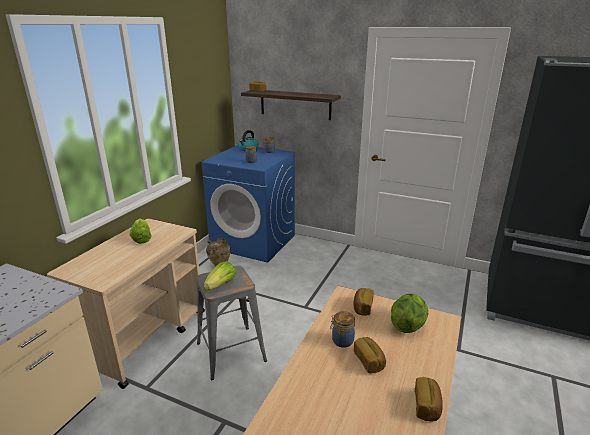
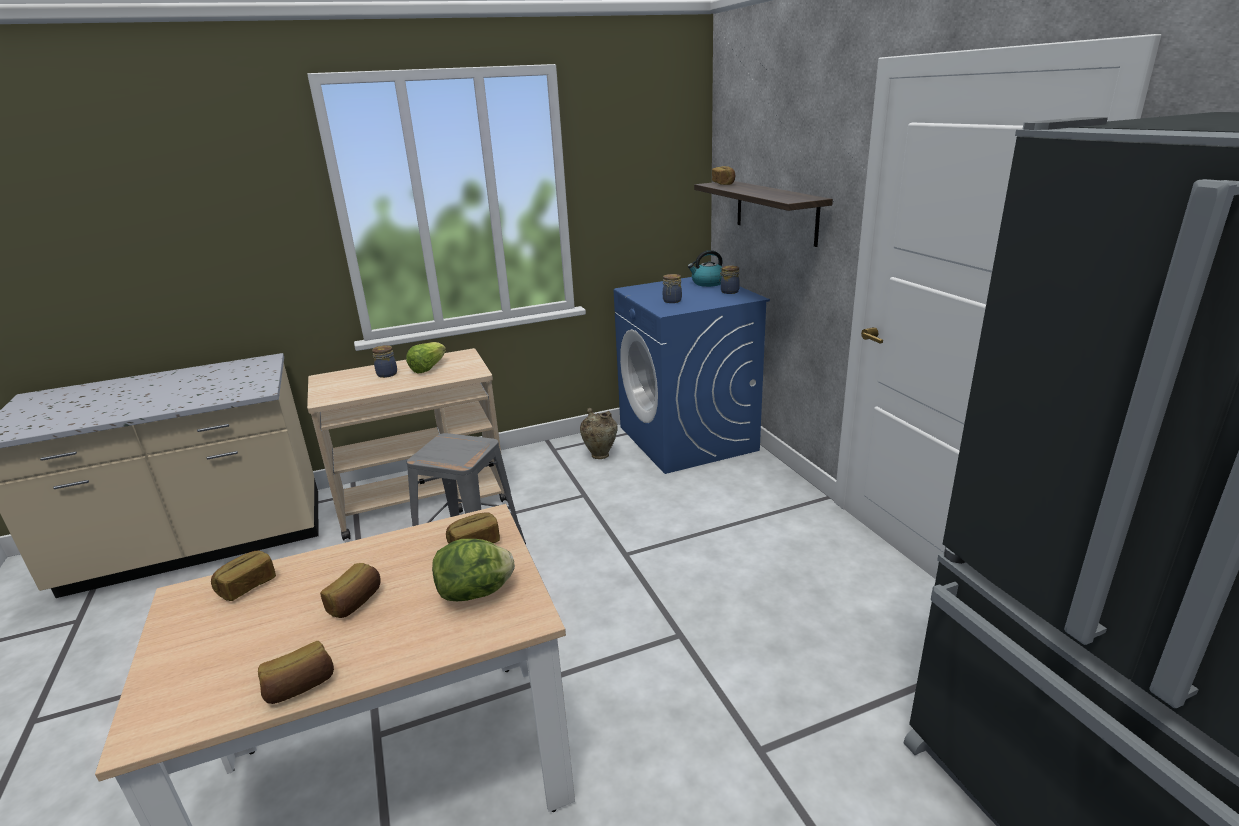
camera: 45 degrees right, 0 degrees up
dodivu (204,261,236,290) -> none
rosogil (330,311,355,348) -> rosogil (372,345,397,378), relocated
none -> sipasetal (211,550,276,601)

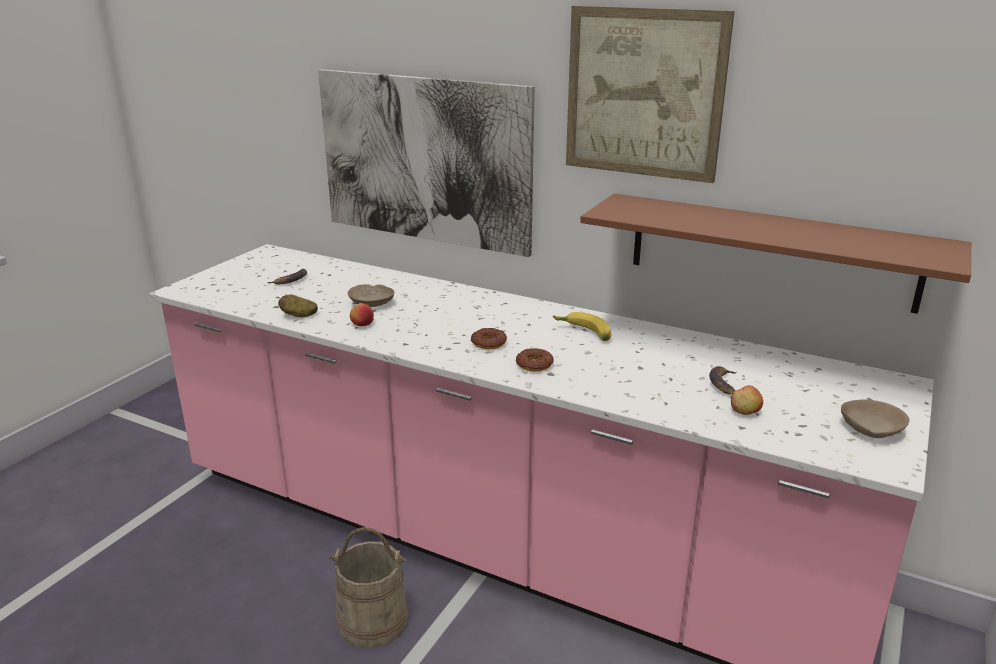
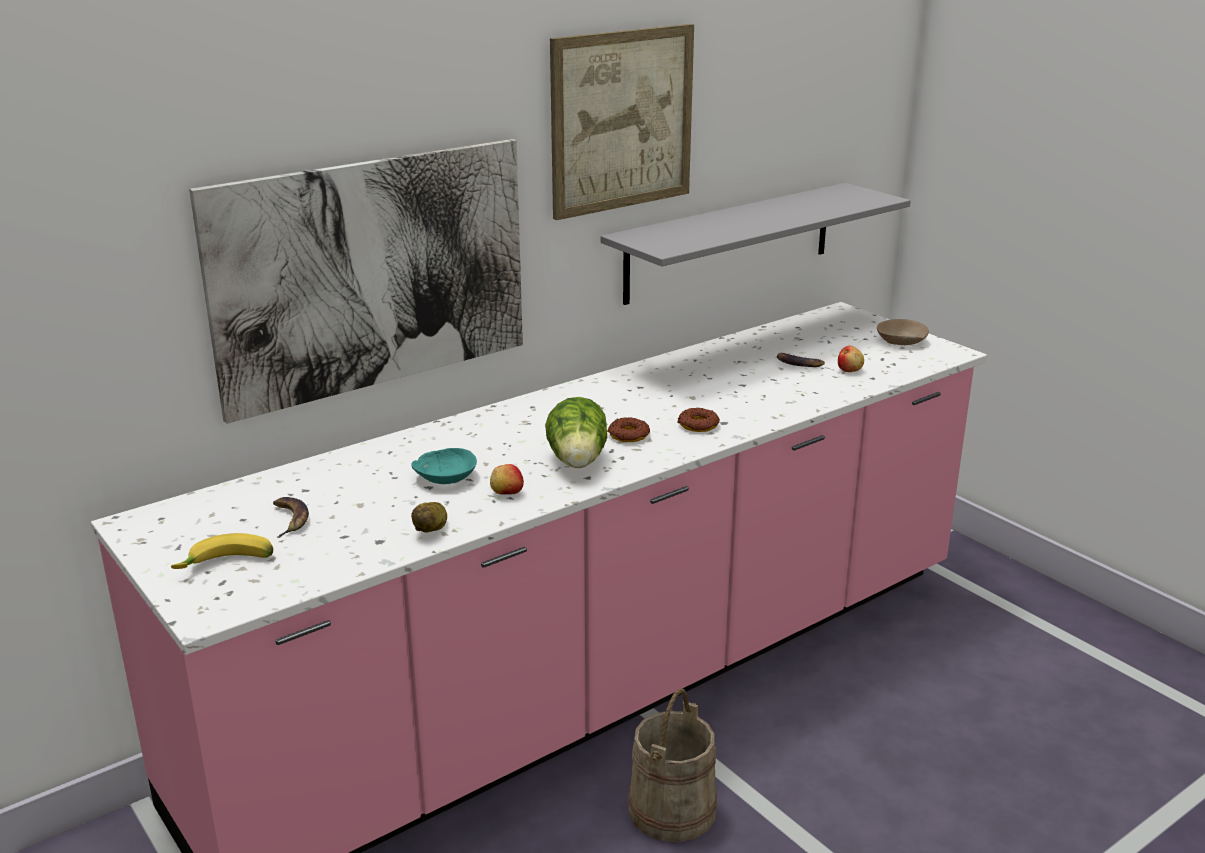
camera: 65 degrees left, 0 degrees up
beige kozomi (348,284,394,307) -> turquoise kozomi (411,448,477,484)
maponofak (553,312,611,341) -> maponofak (171,533,273,569), relocated
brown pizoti (580,193,971,314) -> grey pizoti (601,183,911,305)
none -> dodivu (545,397,607,468)

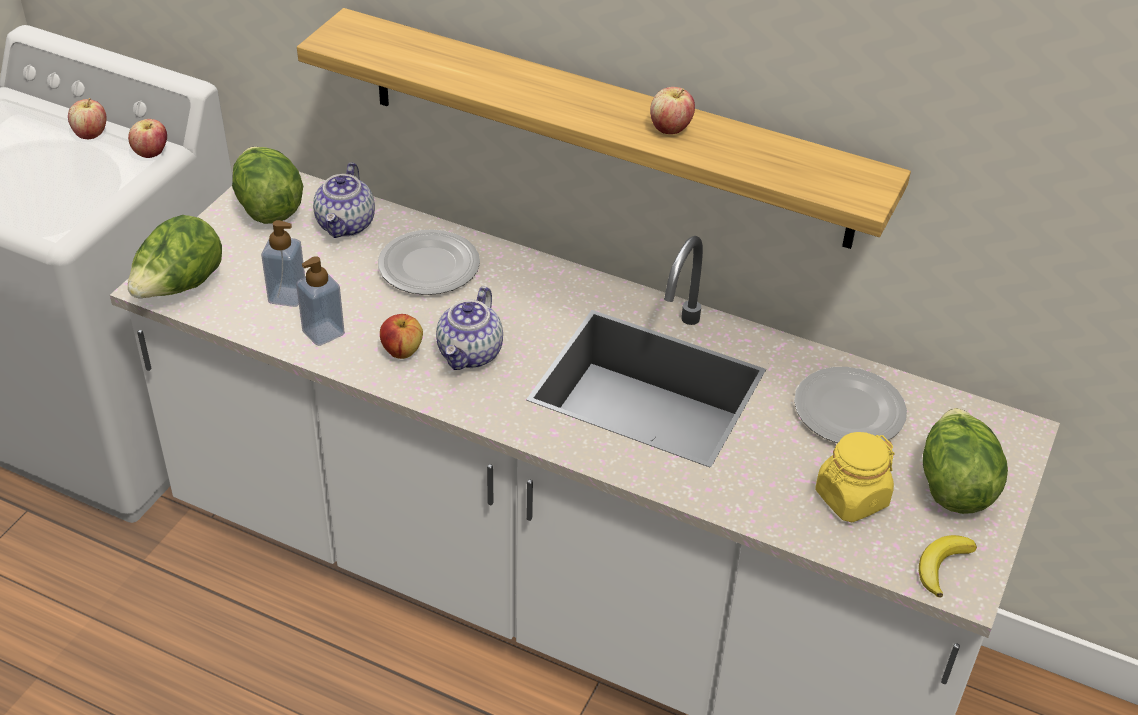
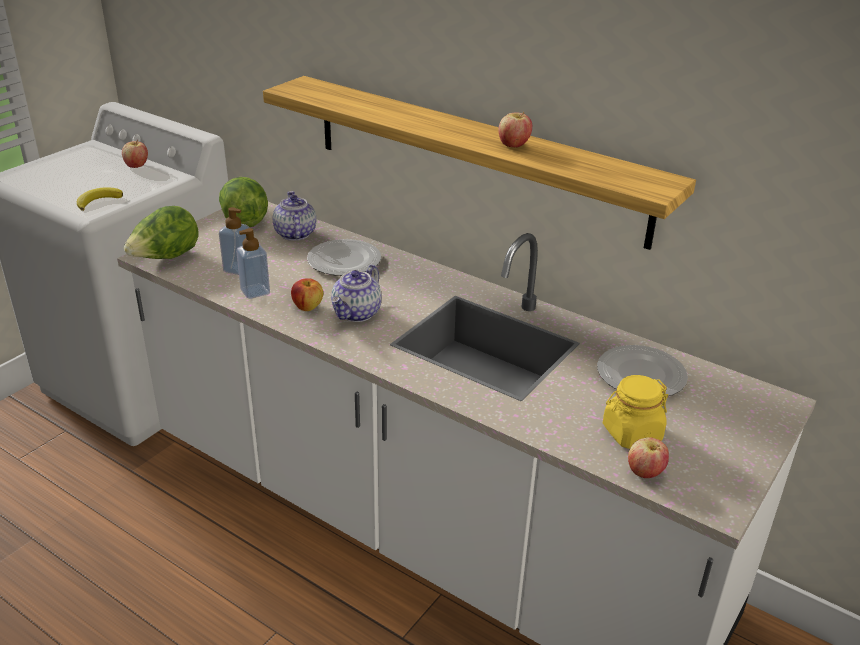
camera: 10 degrees right, 10 degrees down
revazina (128,119,167,158) -> revazina (628,437,669,478), relocated
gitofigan (313,163,375,238) -> gitofigan (273,191,316,241), 150 degrees clockwise
maponofak (919,535,977,598) -> maponofak (77,187,123,211), relocated
dodivu (923,408,1008,514) -> none

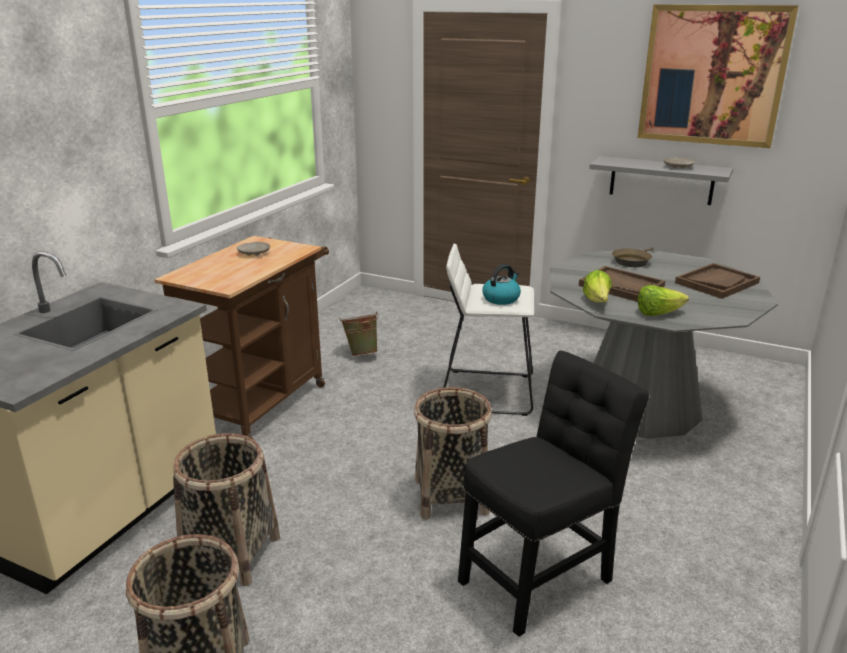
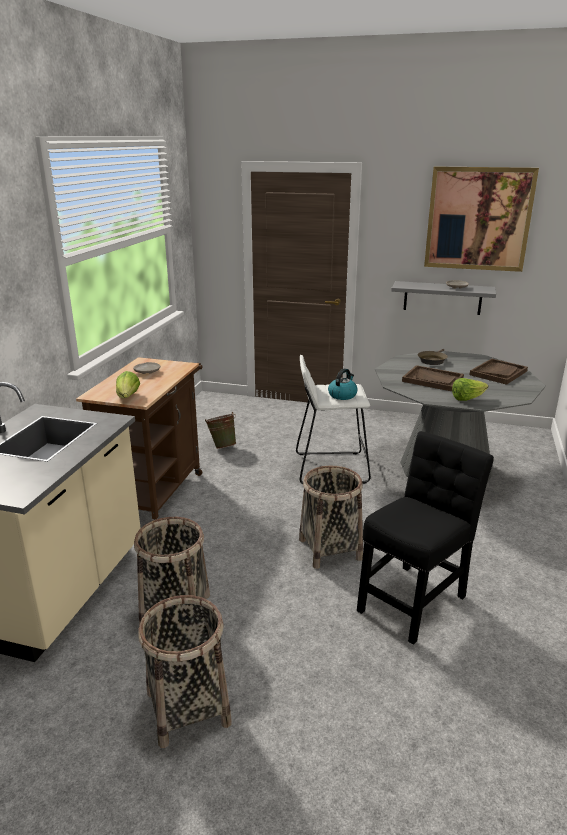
camera: 10 degrees left, 0 degrees up
dodivu (583,270,612,303) -> dodivu (116,371,140,398), relocated

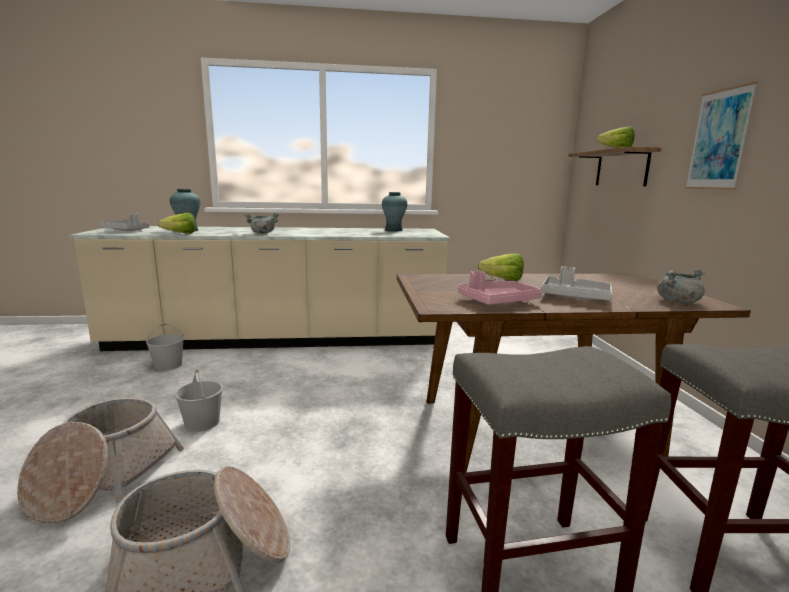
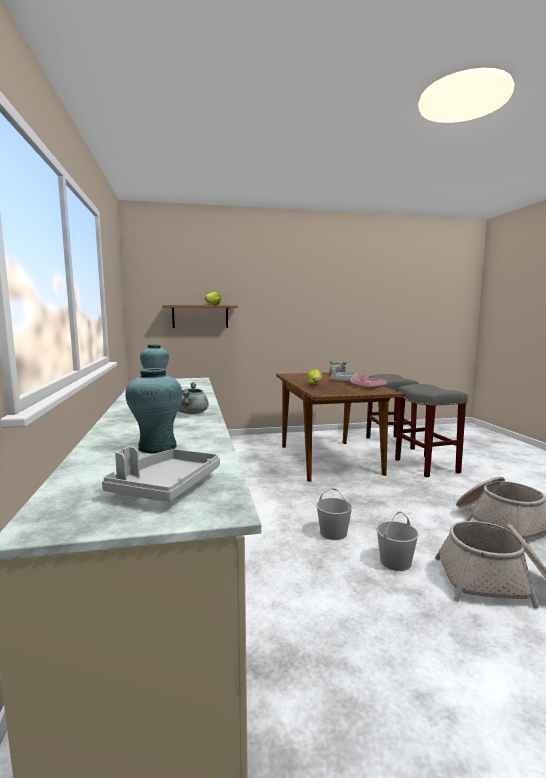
camera: 95 degrees left, 5 degrees down
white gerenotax (146,324,184,371) -> white gerenotax (316,488,353,540), relocated
dodivu (158,213,195,234) -> none
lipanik (685,81,758,190) -> none

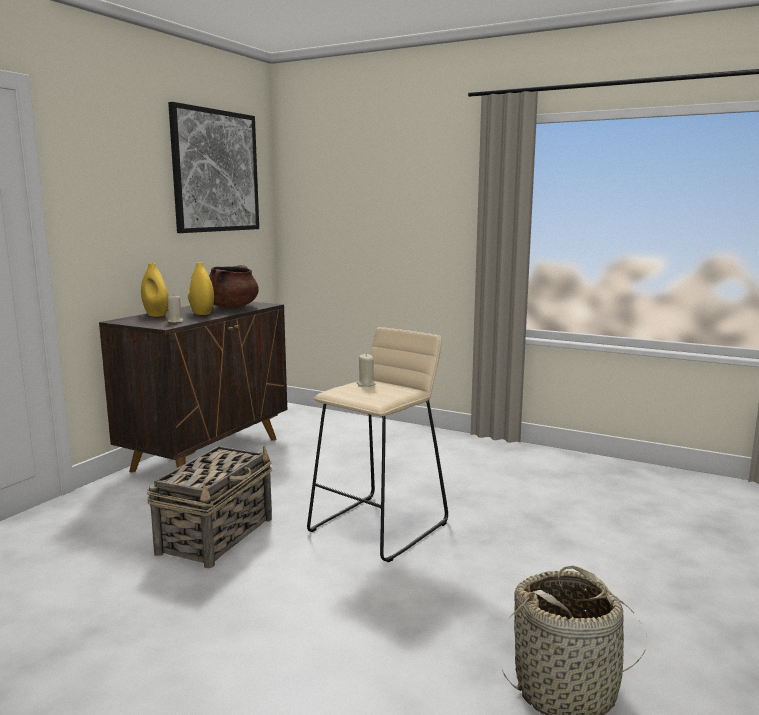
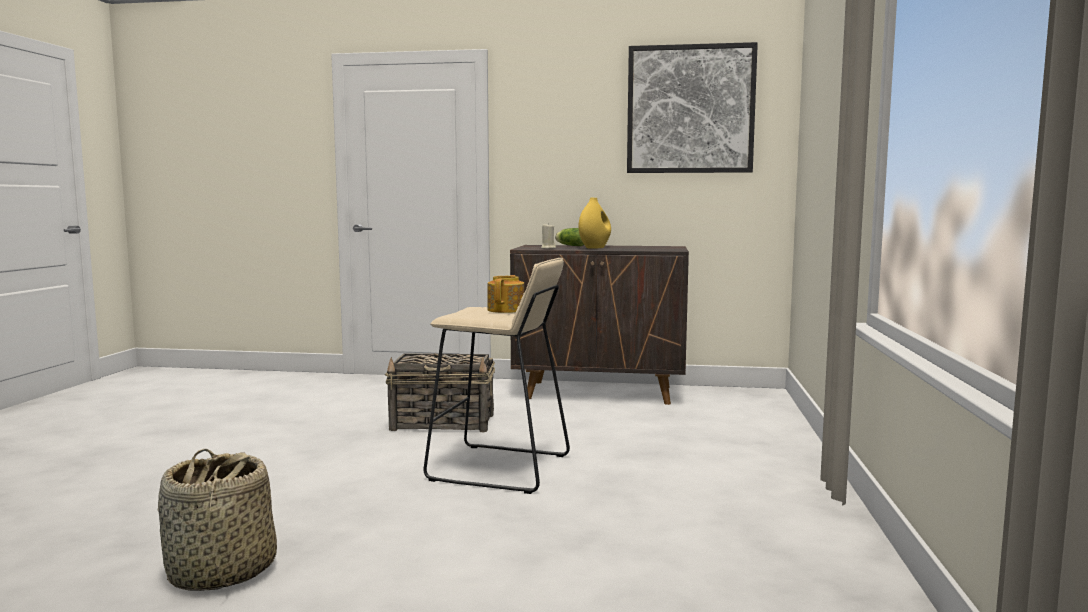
camera: 70 degrees right, 5 degrees down
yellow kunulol (141,263,170,317) -> dodivu (555,228,584,246)
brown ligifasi (209,265,259,308) -> none
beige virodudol (356,354,375,387) -> gitofigan (487,275,524,313)

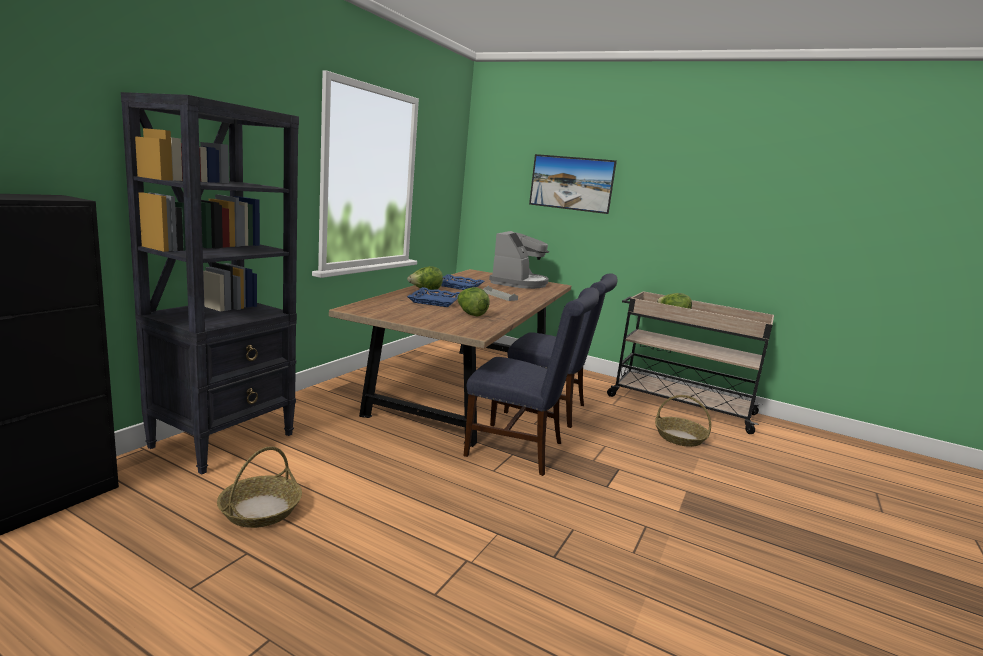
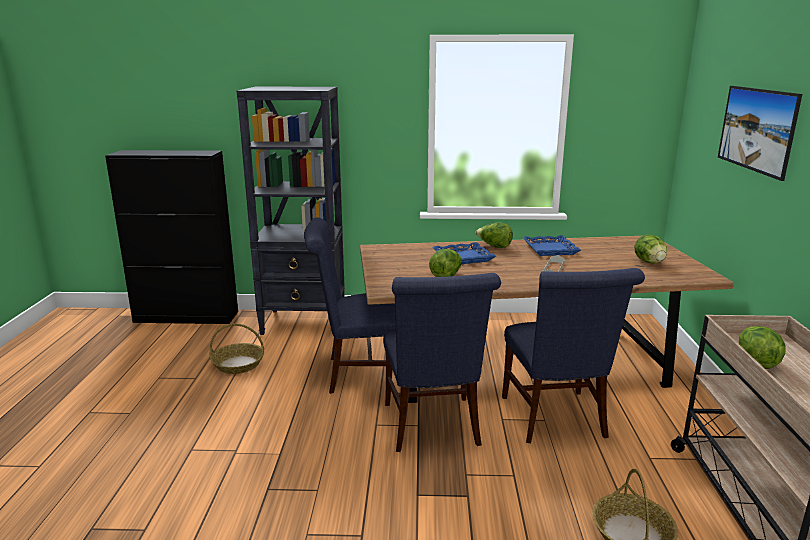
camera: 65 degrees right, 5 degrees up
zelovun (489,231,549,289) -> dodivu (634,234,667,263)
none -> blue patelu (304,217,396,394)

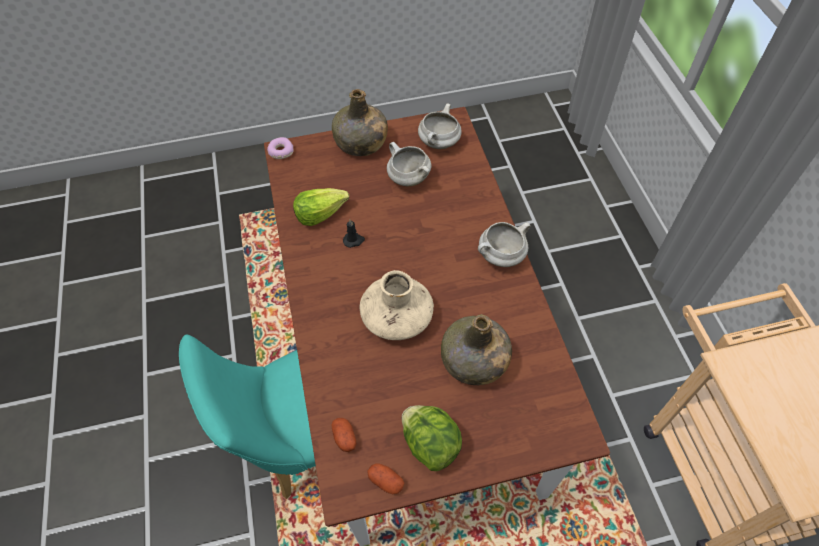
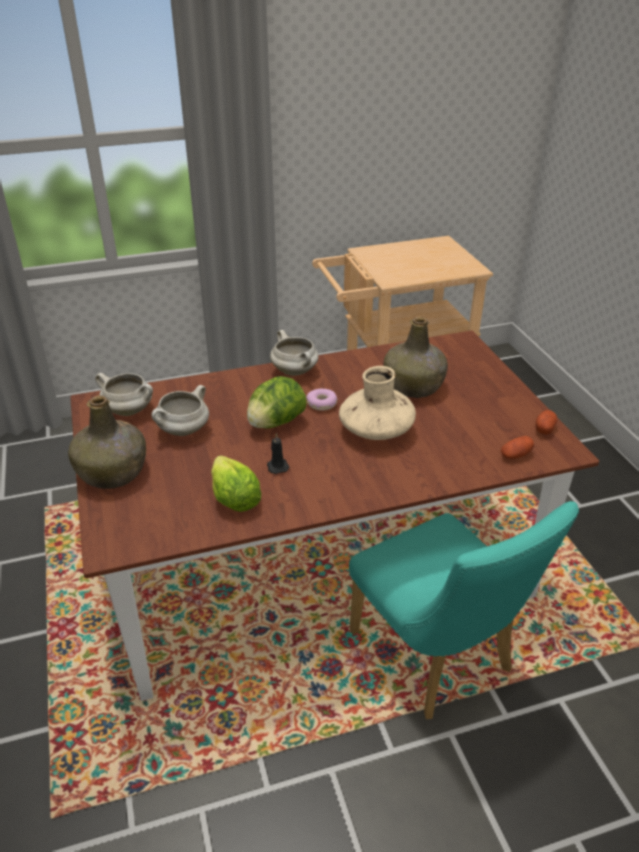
camera: 95 degrees left, 20 degrees down
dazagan (267,137,294,159) -> dazagan (306,389,338,411), relocated
dodivu (402,405,462,471) -> dodivu (247,376,307,429), relocated

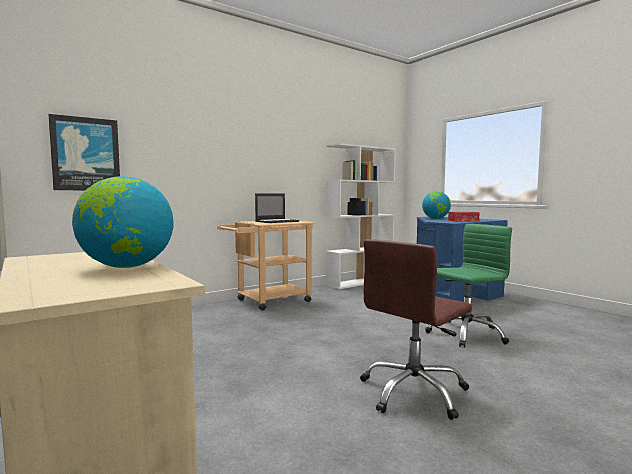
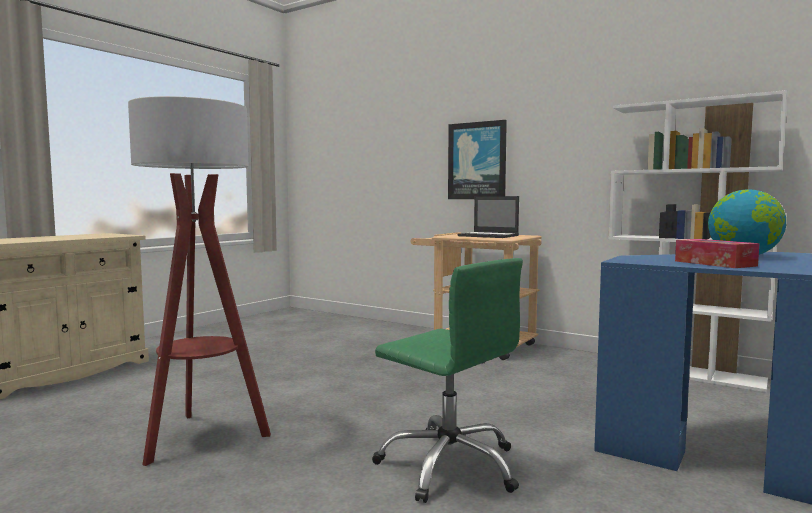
camera: 70 degrees right, 0 degrees up
lipanik (48,114,120,190) -> lipanik (448,120,507,199), relocated
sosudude (72,176,173,268) -> none
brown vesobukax (360,239,472,420) -> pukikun (128,96,271,466)

